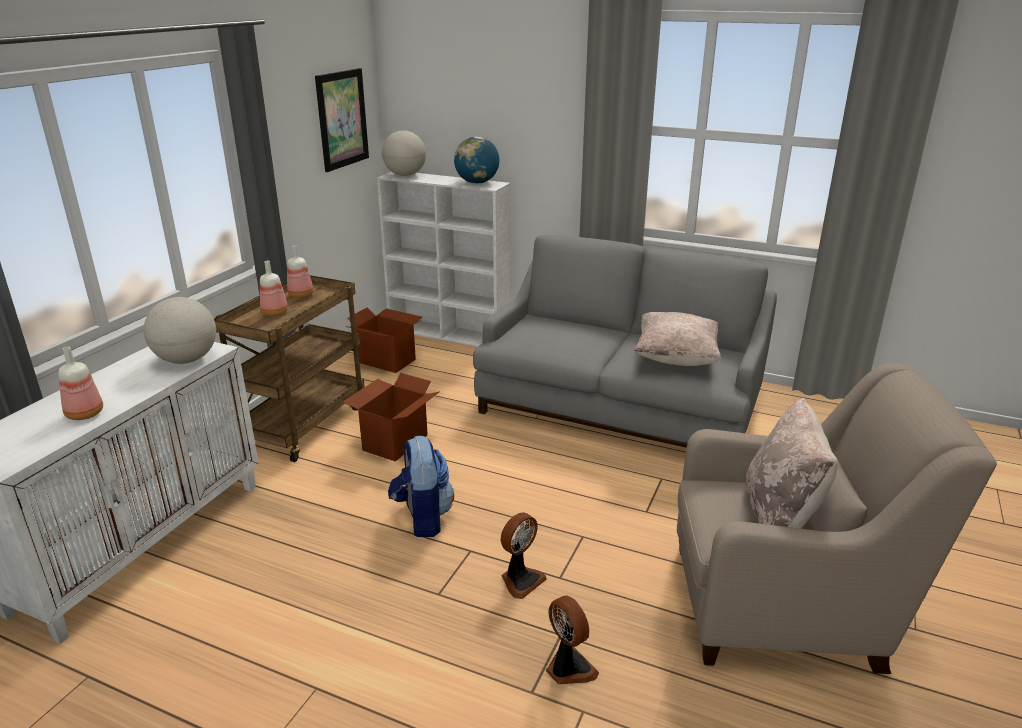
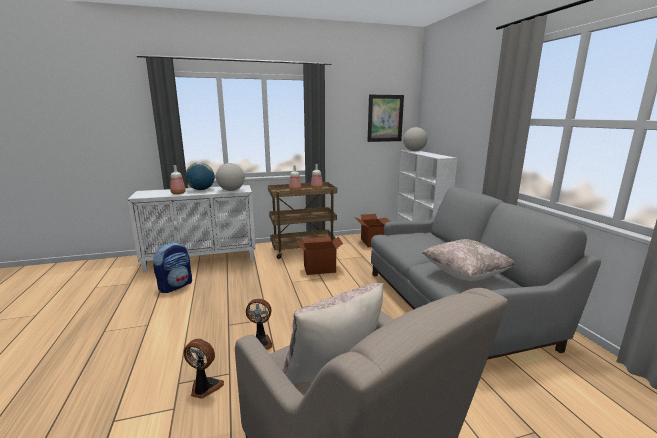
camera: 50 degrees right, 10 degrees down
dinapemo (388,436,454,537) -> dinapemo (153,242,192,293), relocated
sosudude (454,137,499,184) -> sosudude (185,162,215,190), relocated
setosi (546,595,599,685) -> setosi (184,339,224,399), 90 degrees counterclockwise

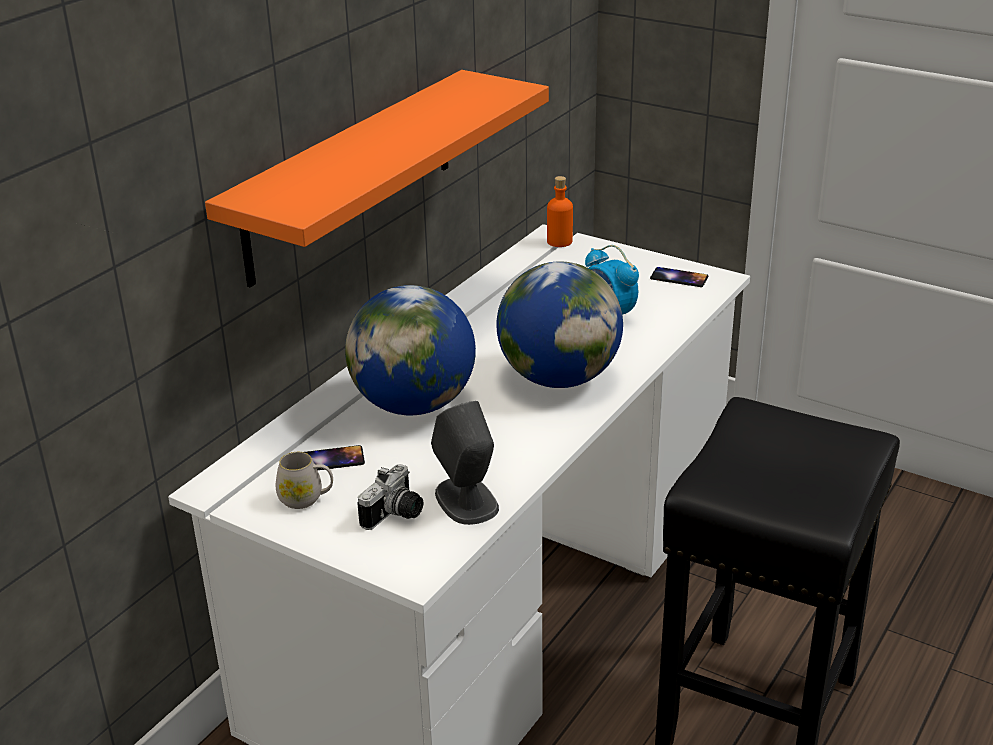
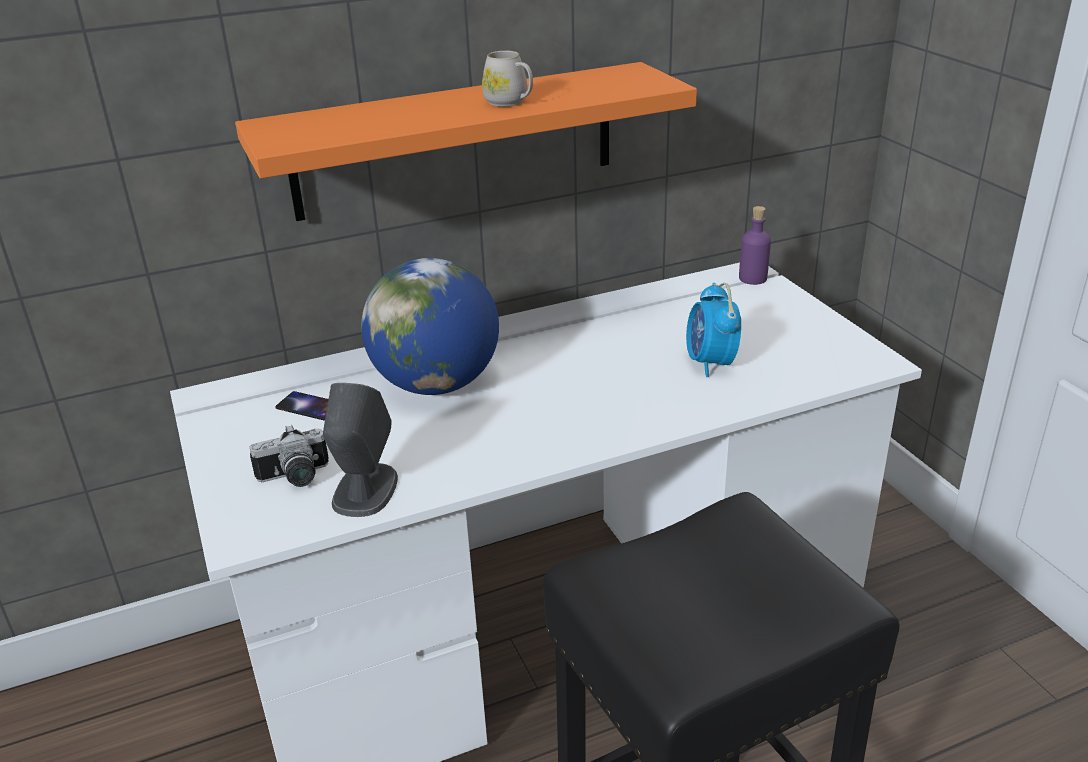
camera: 35 degrees right, 0 degrees up
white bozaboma (276,452,333,509) -> white bozaboma (482,51,533,107), relocated
sosudude (496,261,623,388) -> none
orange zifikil (547,176,573,247) -> purple zifikil (739,206,771,285)
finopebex (650,267,708,287) -> none

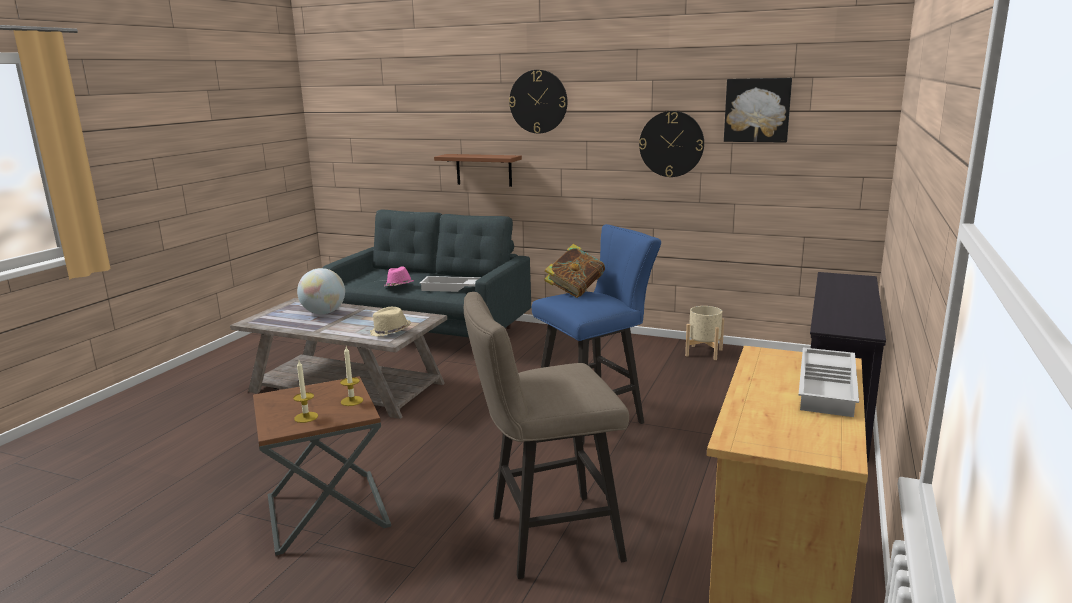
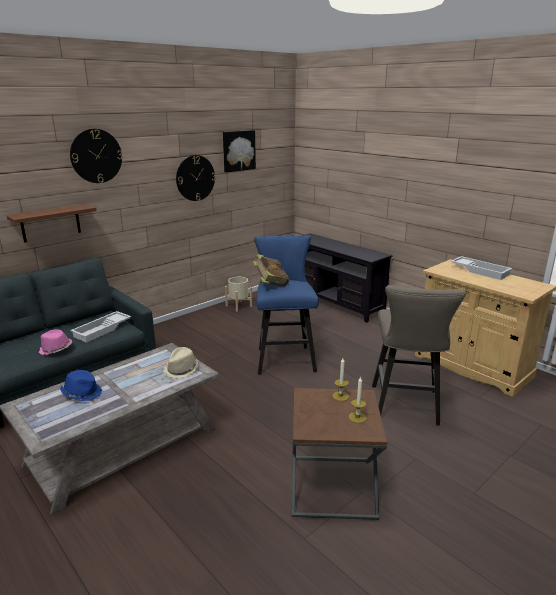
camera: 65 degrees left, 5 degrees up
sosudude (297,268,345,314) -> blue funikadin (60,370,102,401)

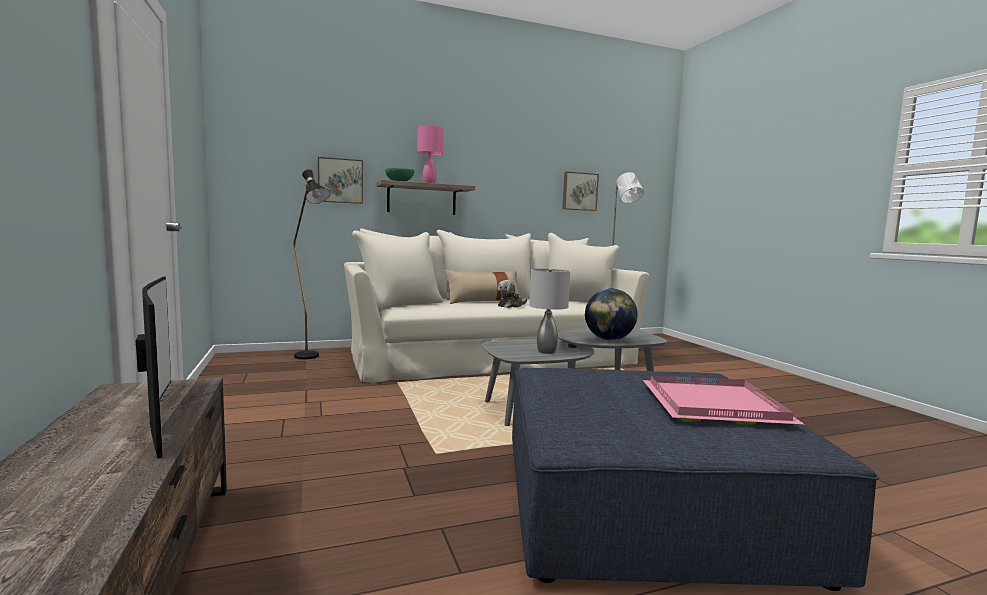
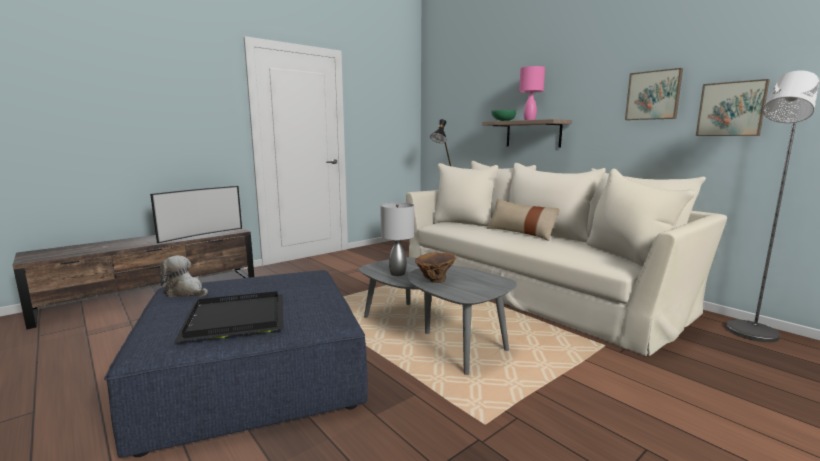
camera: 70 degrees right, 5 degrees up
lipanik (318,157,363,204) -> lipanik (625,68,683,120), relocated
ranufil (497,280,527,308) -> ranufil (159,255,208,297), relocated
sosudude (585,288,638,341) -> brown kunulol (415,252,456,283)
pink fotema (643,375,804,425) -> black fotema (174,291,284,342)

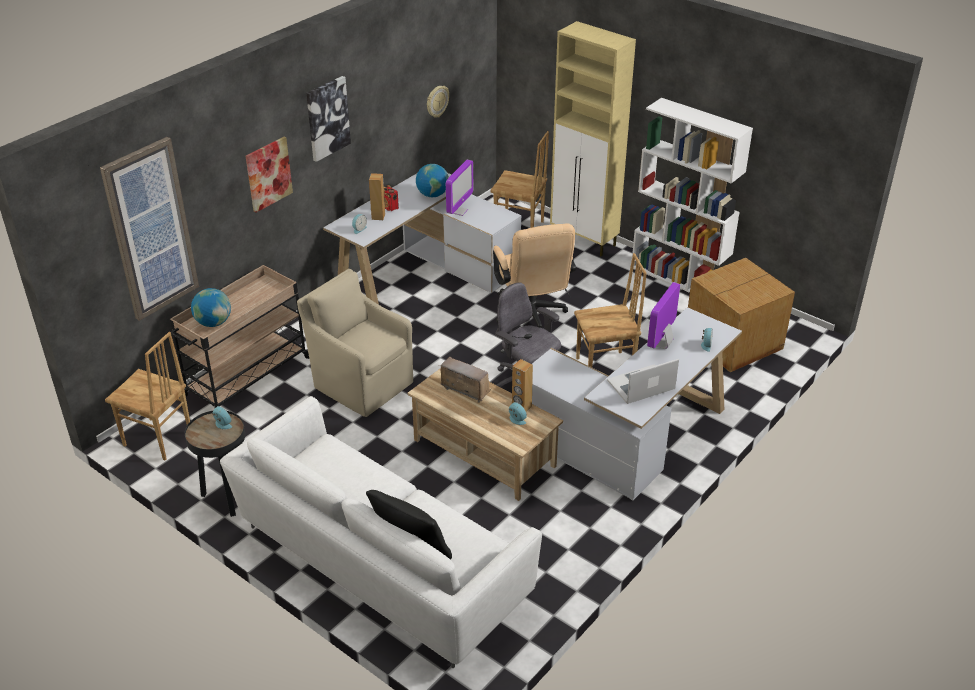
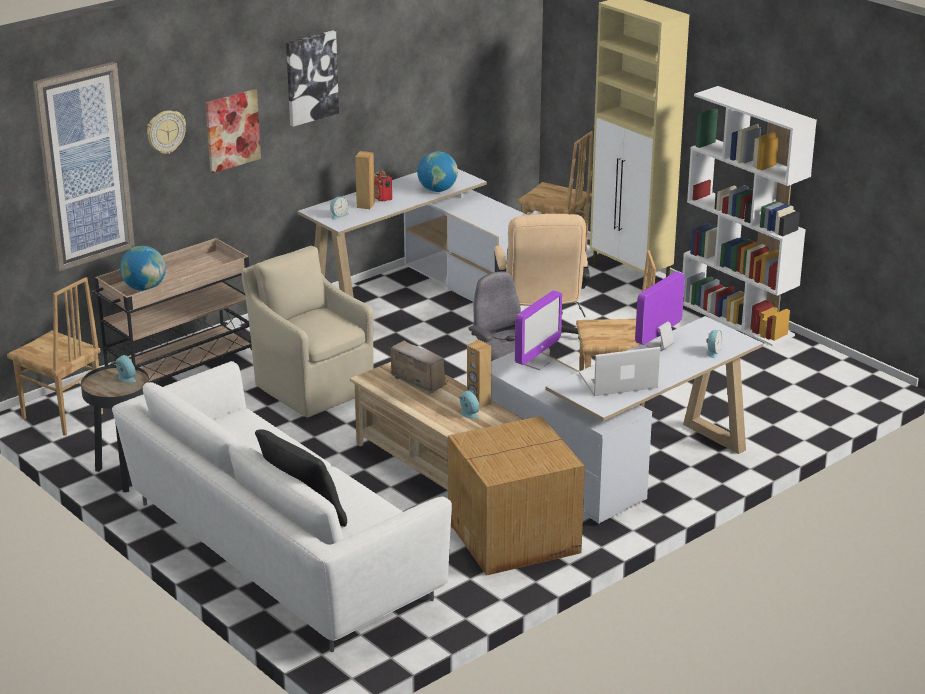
camera: 10 degrees right, 10 degrees down
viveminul (427,86,449,118) -> viveminul (147,110,186,154), relocated
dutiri (446,160,473,216) -> dutiri (515,290,562,370), relocated
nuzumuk (688,258,795,372) -> nuzumuk (448,416,585,576), relocated

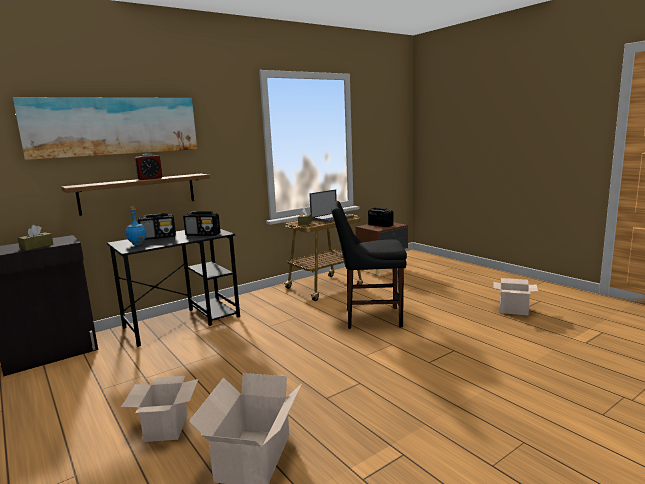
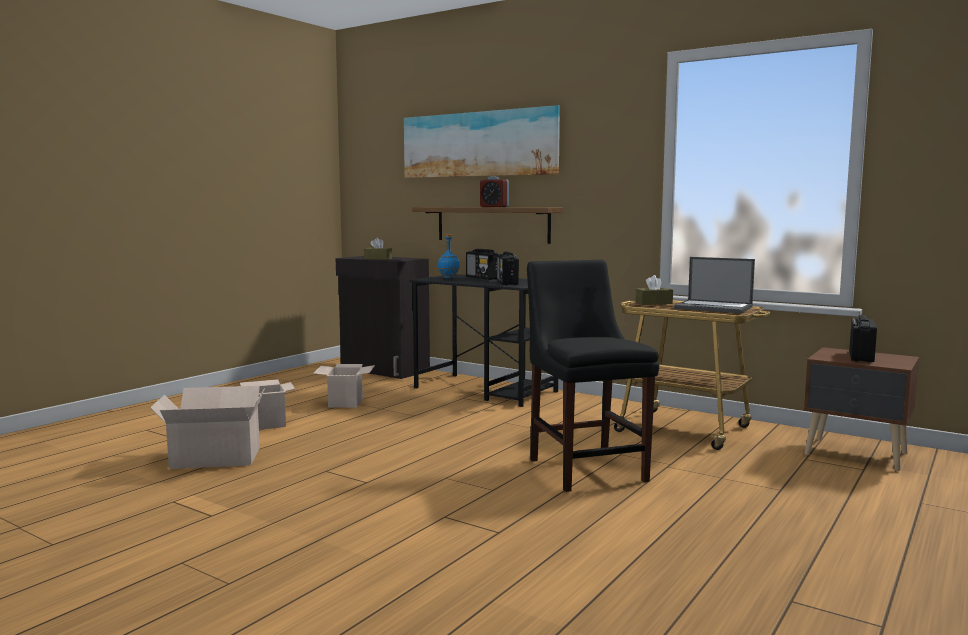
camera: 70 degrees right, 5 degrees down
nuzumuk (494,278,538,315) -> nuzumuk (313,364,375,408), relocated

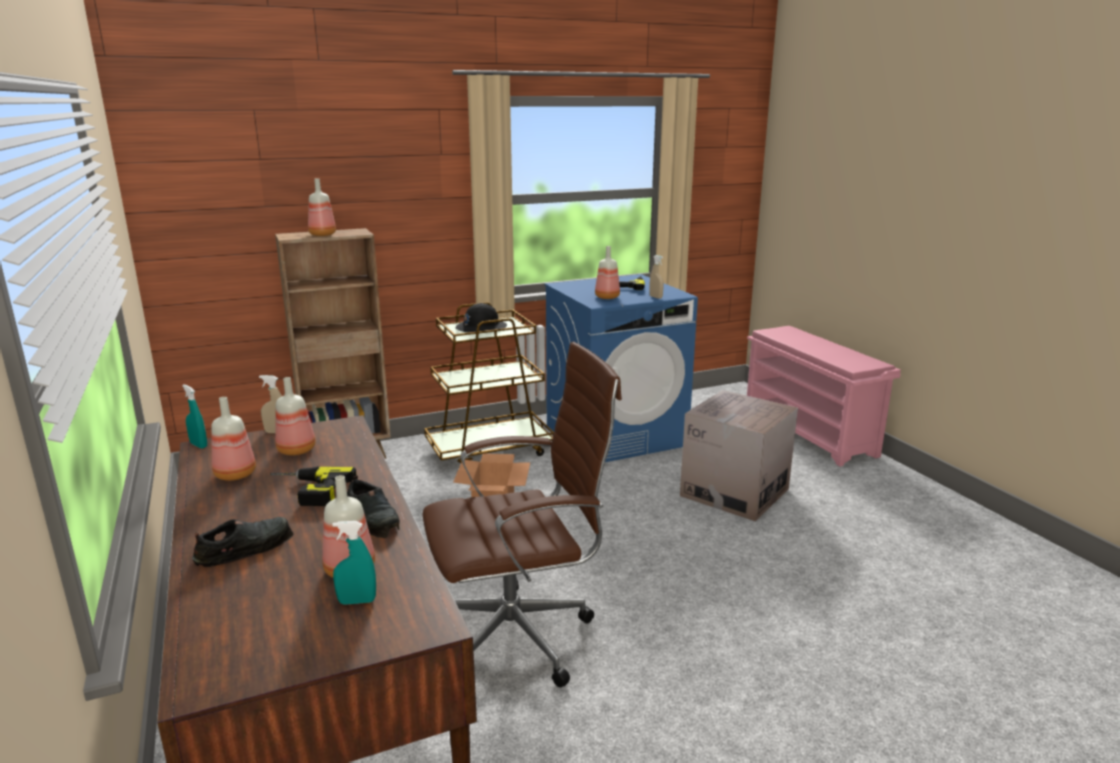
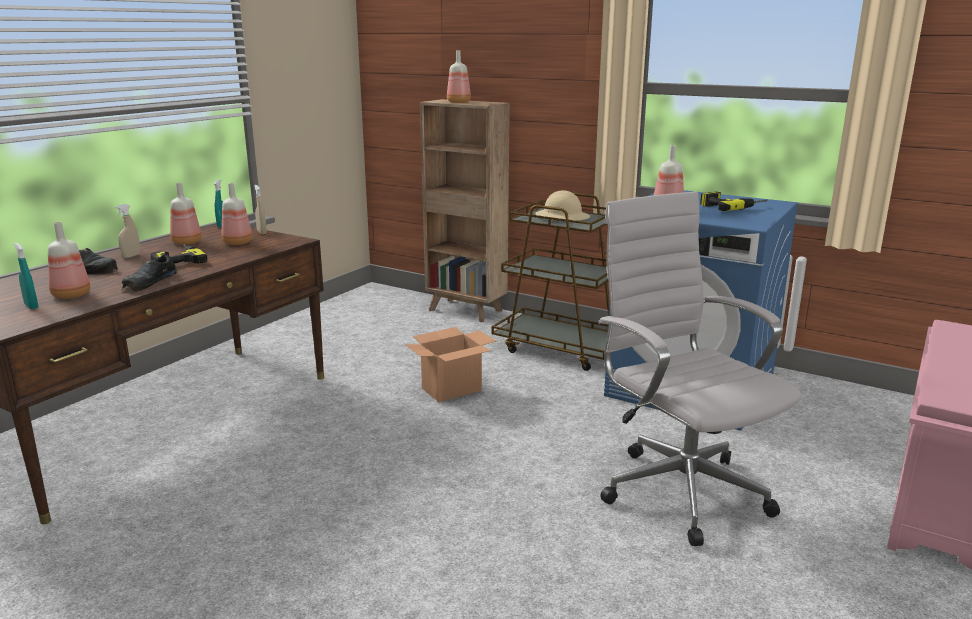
camera: 55 degrees right, 0 degrees up
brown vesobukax (423,342,622,687) -> none
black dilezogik (456,303,507,333) -> beige dilezogik (535,190,590,221)
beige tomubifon (649,255,664,299) -> beige tomubifon (115,204,140,258), relocated
nuzumuk (680,390,798,522) -> white vesobukax (598,191,801,546)

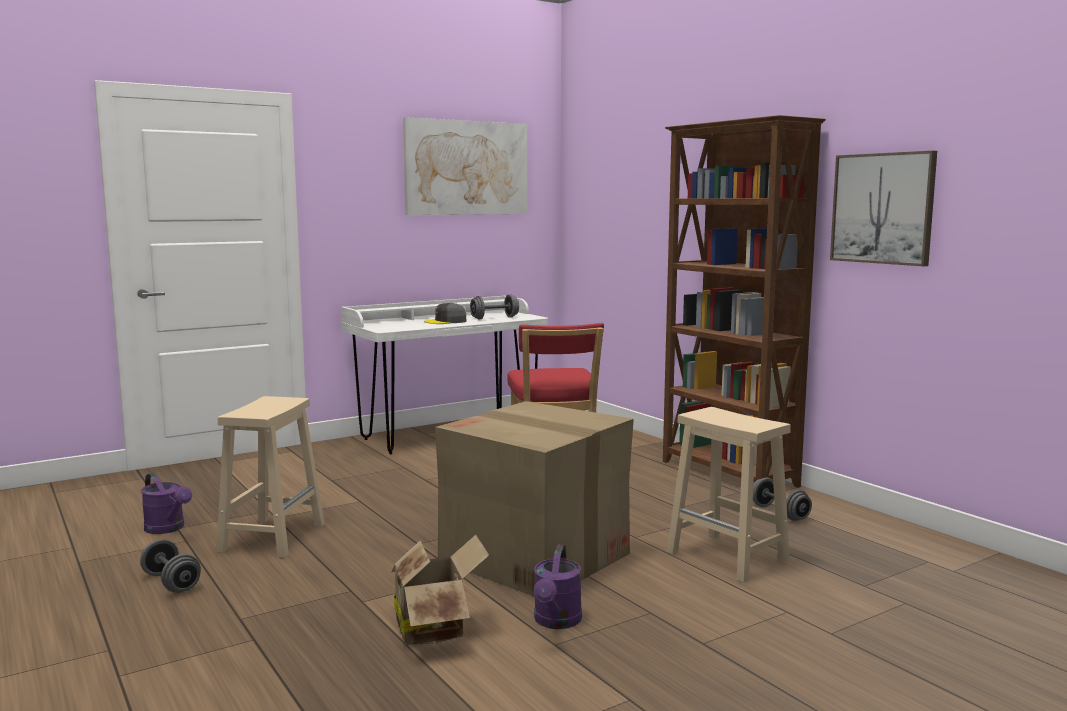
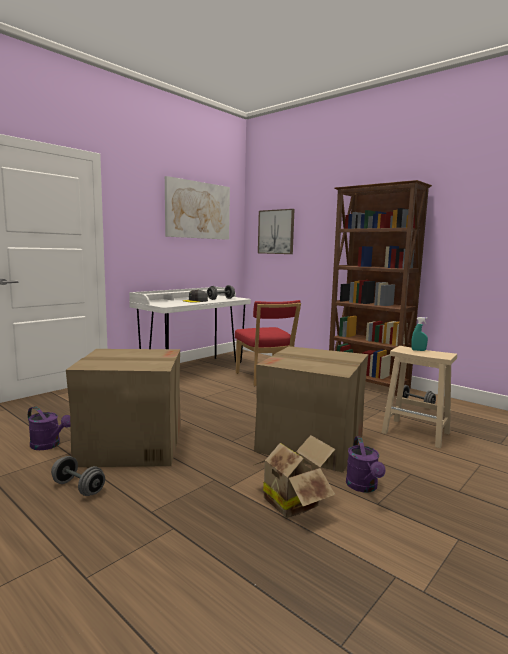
camera: 15 degrees left, 0 degrees up
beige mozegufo (216,396,325,558) -> nuzumuk (66,349,181,467)
lipanik (830,151,937,266) -> lipanik (258,209,295,254), relocated
none -> turquoise tomubifon (411,317,428,351)

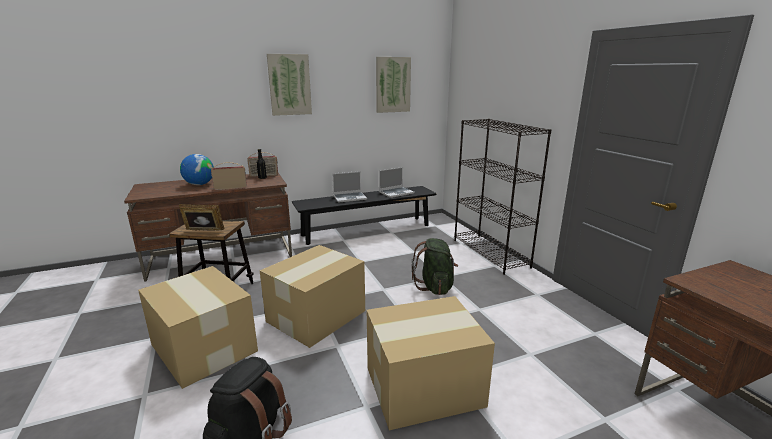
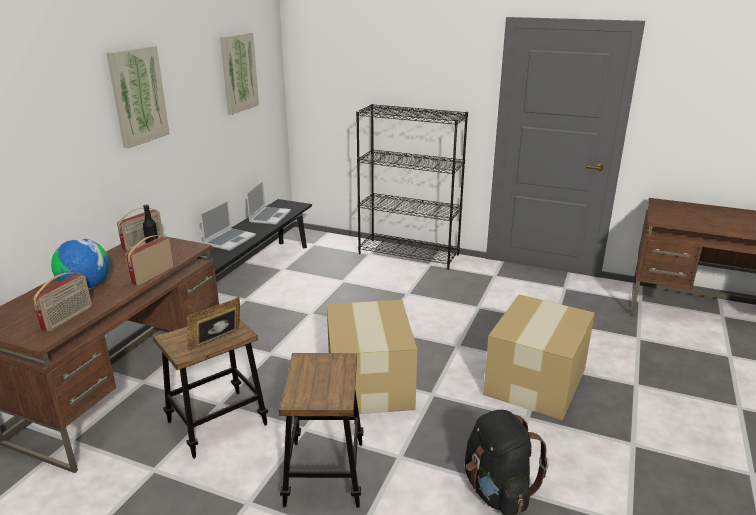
camera: 45 degrees left, 5 degrees up
nuzumuk (138,266,258,389) -> mozegufo (279,353,363,508)
green dinapemo (412,238,459,295) -> none
none -> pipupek (32,272,92,331)

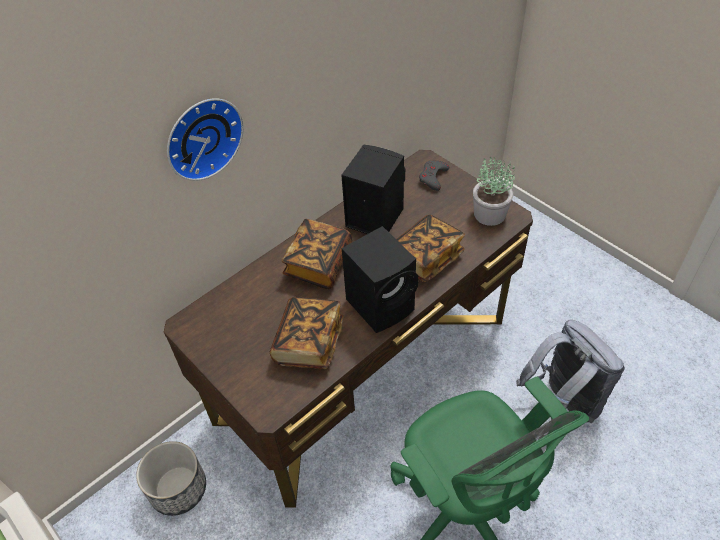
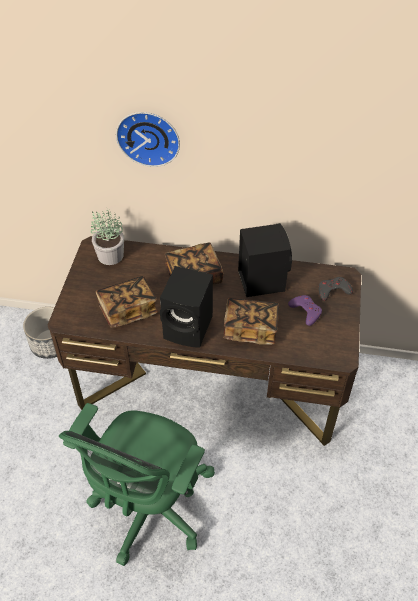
camera: 50 degrees right, 0 degrees up
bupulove (473,157,515,226) -> bupulove (91,208,124,265), relocated
grey dinapemo (516,319,625,424) -> none
none -> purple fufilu (288,295,322,326)

